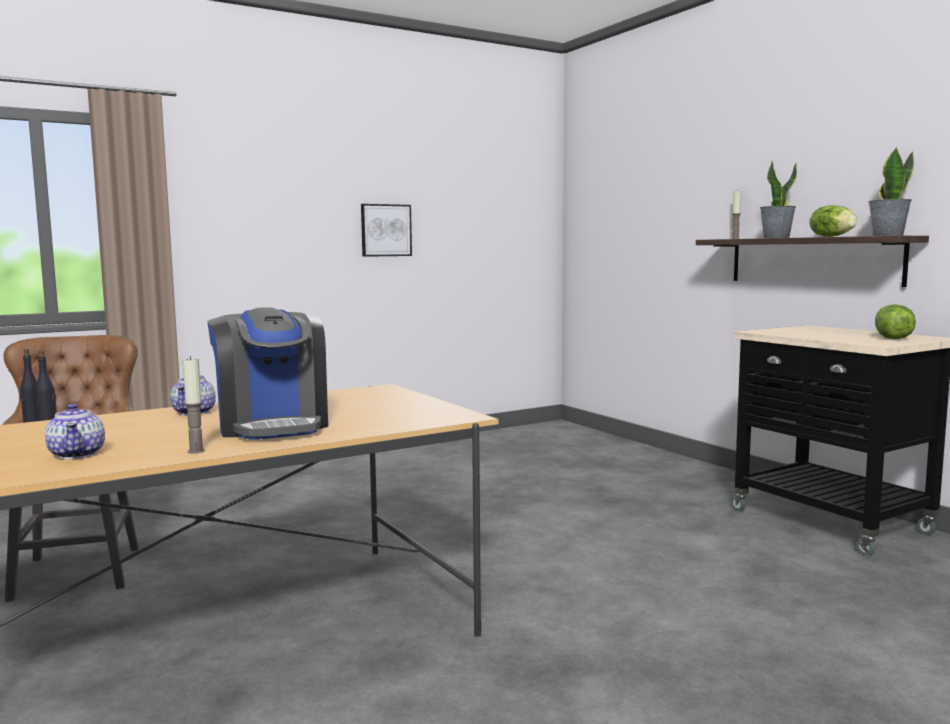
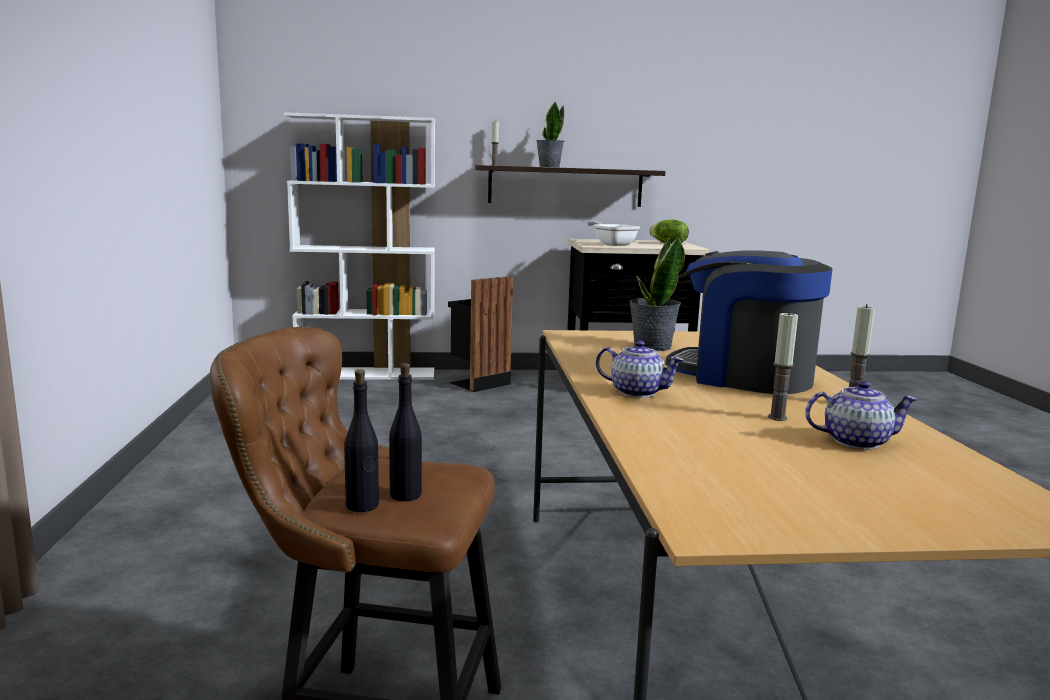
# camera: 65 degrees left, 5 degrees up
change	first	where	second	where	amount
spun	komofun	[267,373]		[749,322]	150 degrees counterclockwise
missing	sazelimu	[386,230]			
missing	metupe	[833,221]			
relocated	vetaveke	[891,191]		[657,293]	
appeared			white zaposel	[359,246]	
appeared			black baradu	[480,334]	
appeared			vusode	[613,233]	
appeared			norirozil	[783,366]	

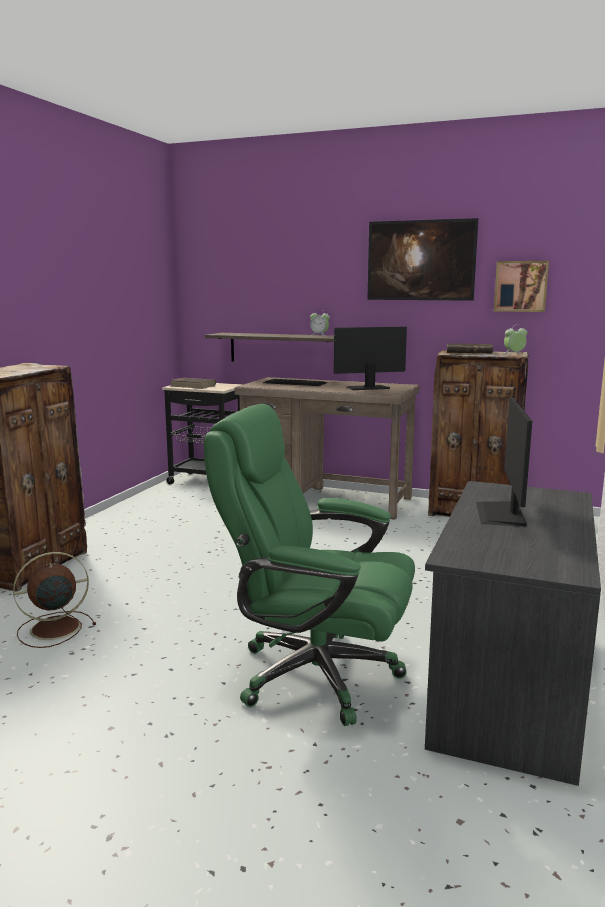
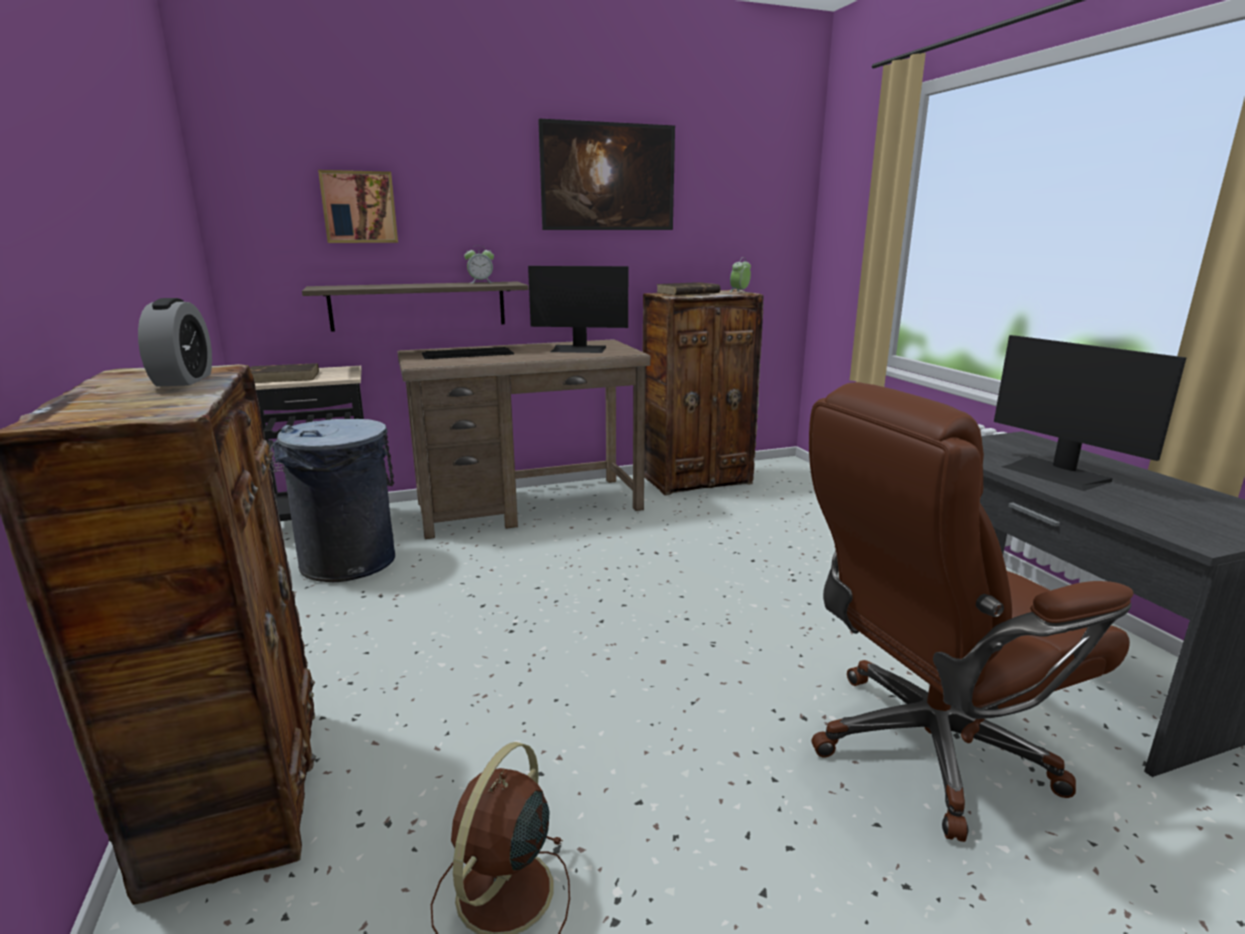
# camera: 40 degrees left, 5 degrees up
change	first	where	second	where	amount
colour	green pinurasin	[309,565]	brown pinurasin	[971,612]	
spun	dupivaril	[370,358]		[578,309]	120 degrees counterclockwise
relocated	sazelimu	[521,286]		[358,206]	
appeared			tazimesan	[175,342]	
appeared			grey baradu	[334,500]	

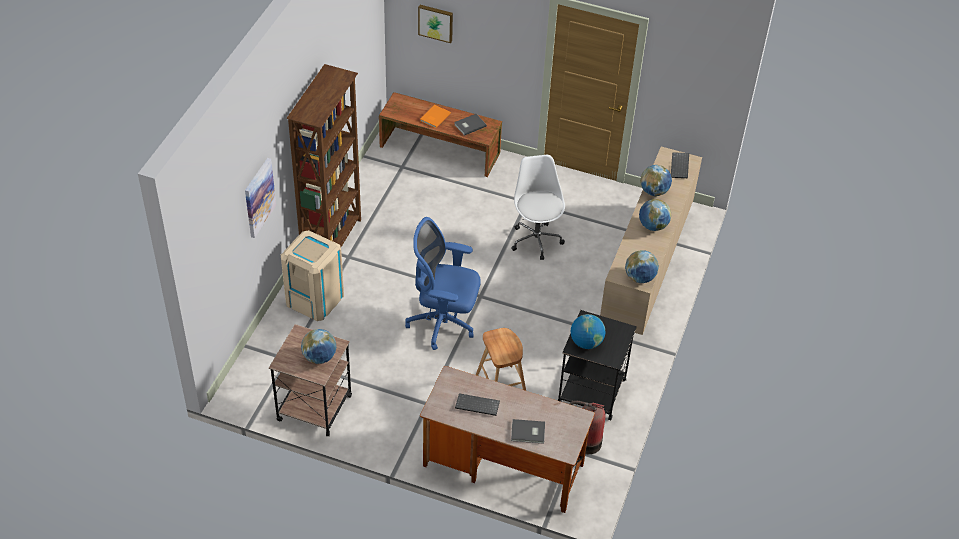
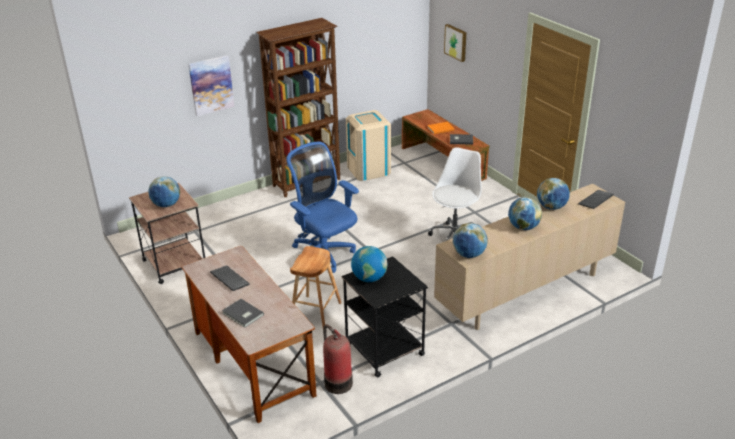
# camera: 40 degrees right, 15 degrees down
change	first	where	second	where	amount
relocated	beige baradu	[312,275]		[368,145]	

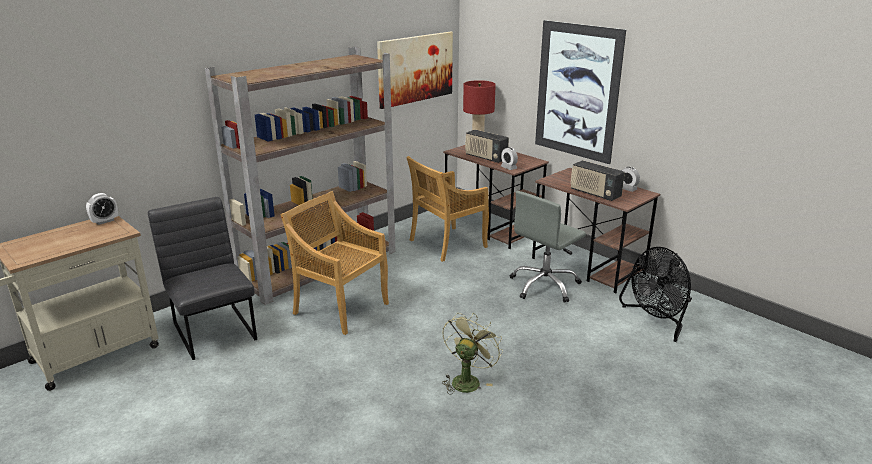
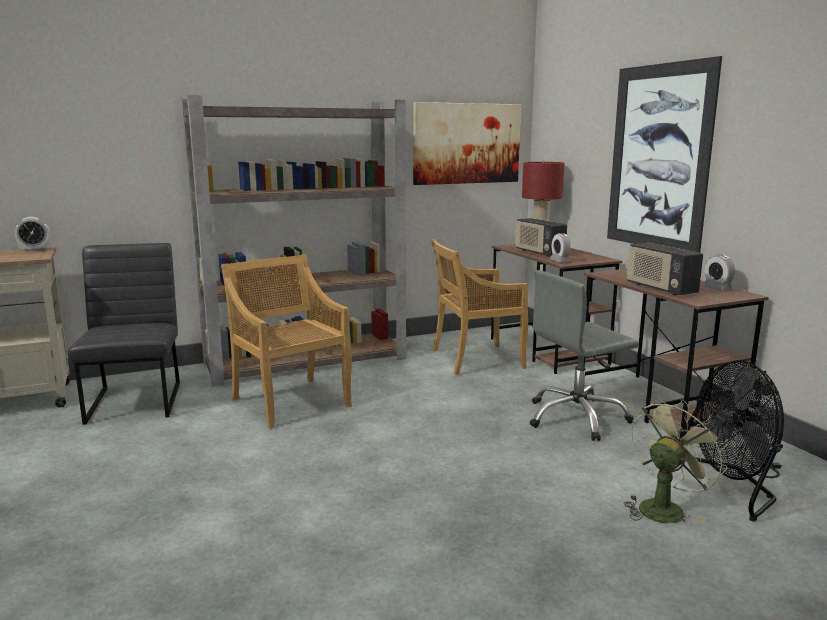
# camera: 20 degrees right, 10 degrees down
change	first	where	second	where	amount
relocated	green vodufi	[472,354]		[676,461]	

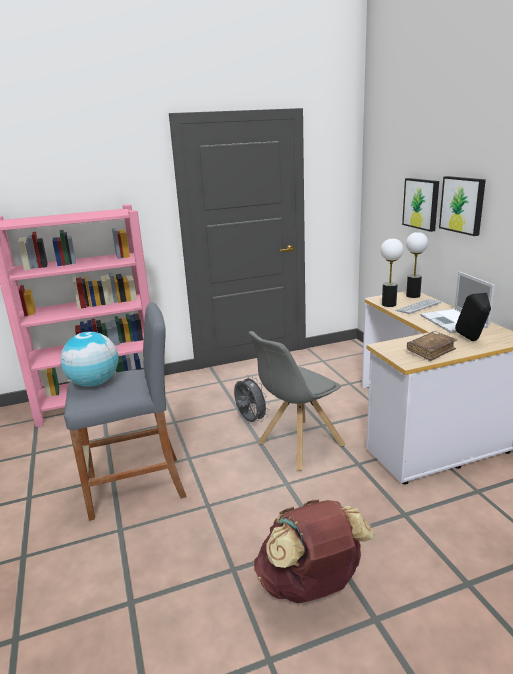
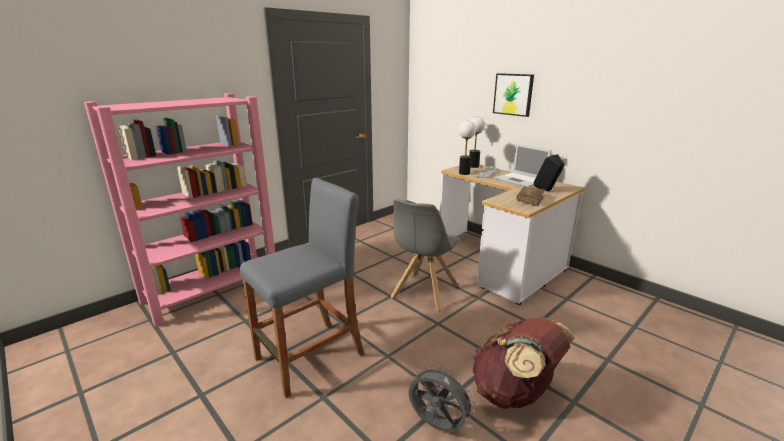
# camera: 25 degrees left, 0 degrees up
change	first	where	second	where	amount
missing	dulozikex	[89,359]			
relocated	grey vodufi	[252,398]		[442,398]	
missing	sazelimu	[420,205]			

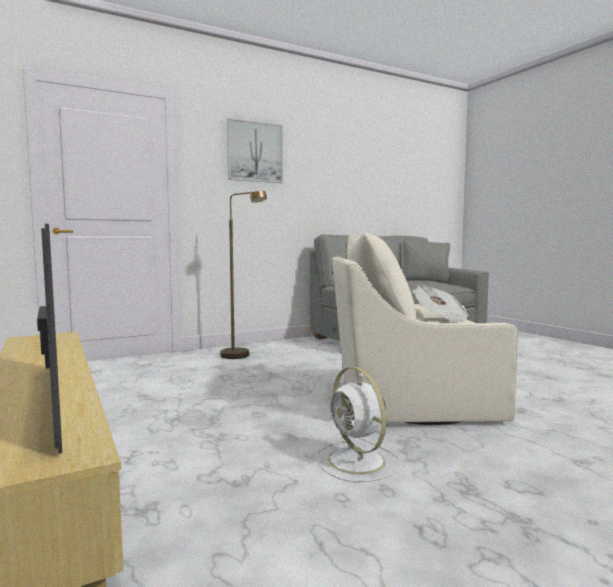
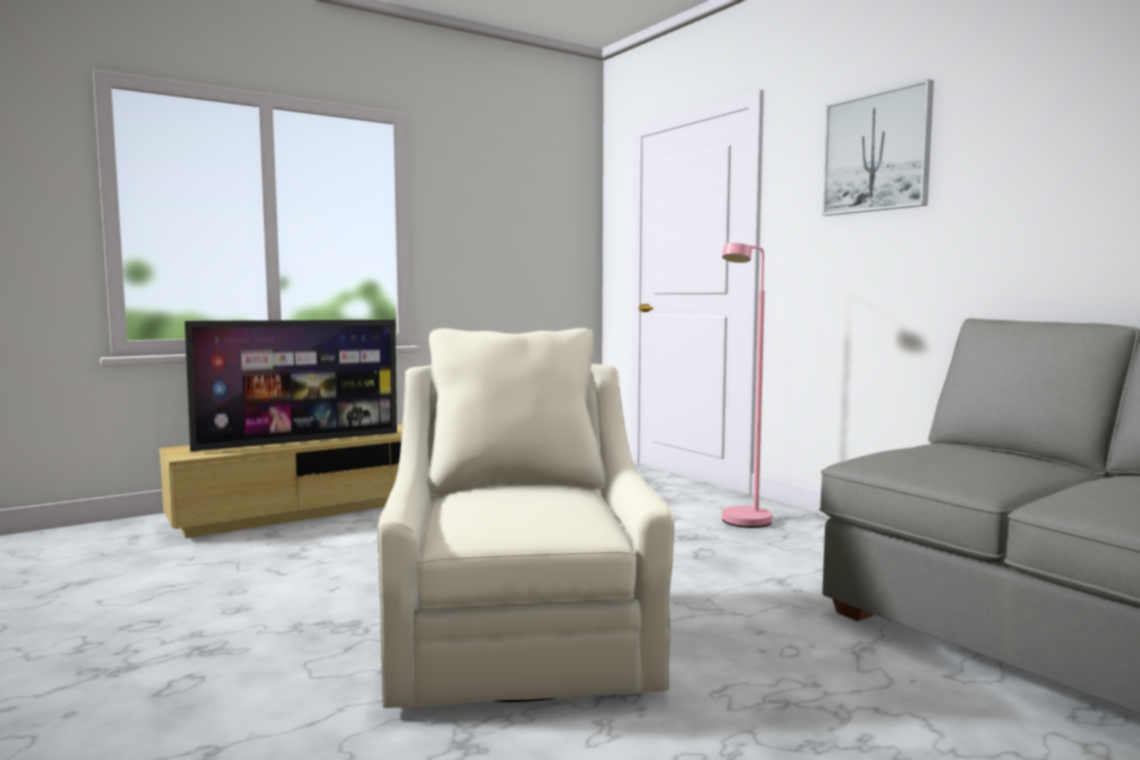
# camera: 85 degrees right, 0 degrees up
change	first	where	second	where	amount
colour	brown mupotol	[243,275]	pink mupotol	[747,385]	
missing	white vodufi	[359,424]			
missing	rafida	[441,303]			

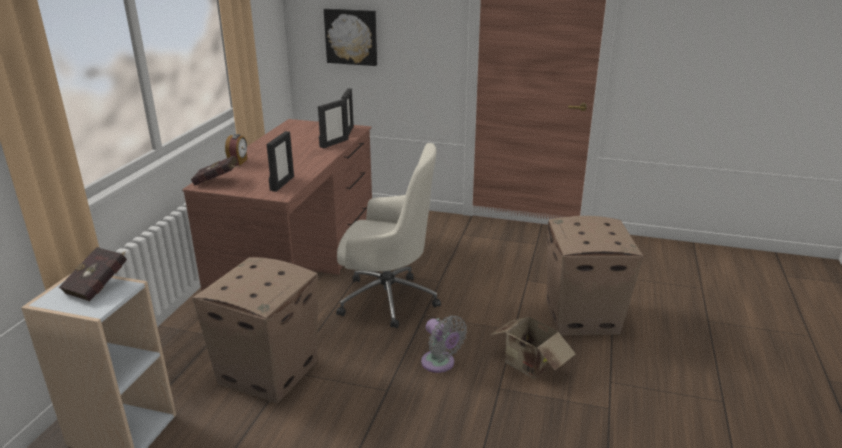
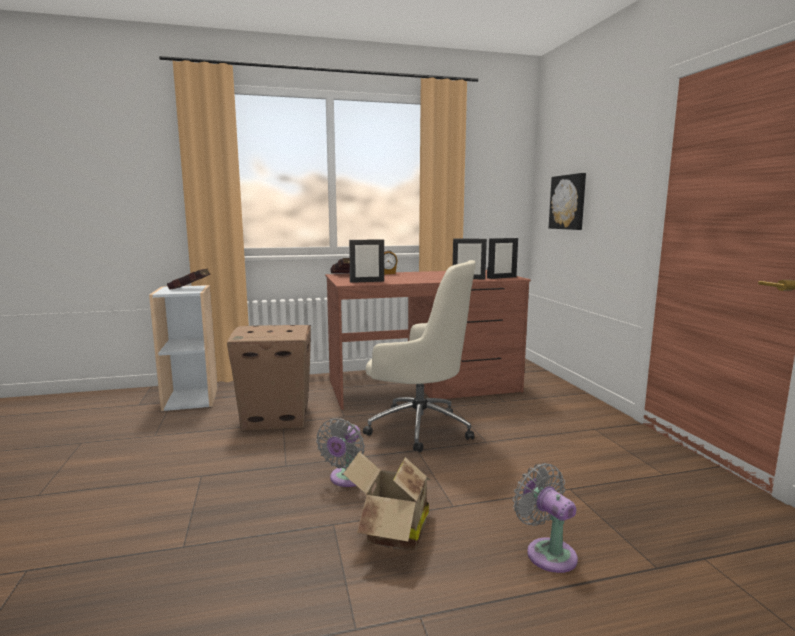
# camera: 60 degrees right, 15 degrees down
change	first	where	second	where	amount
spun	beige pinurasin	[388,235]		[419,356]	45 degrees counterclockwise
exchanged	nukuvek	[595,275]	grey vodufi	[545,518]	

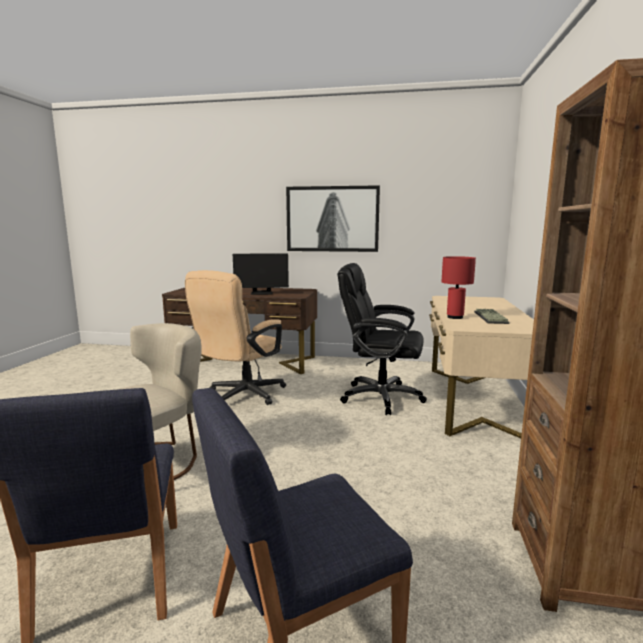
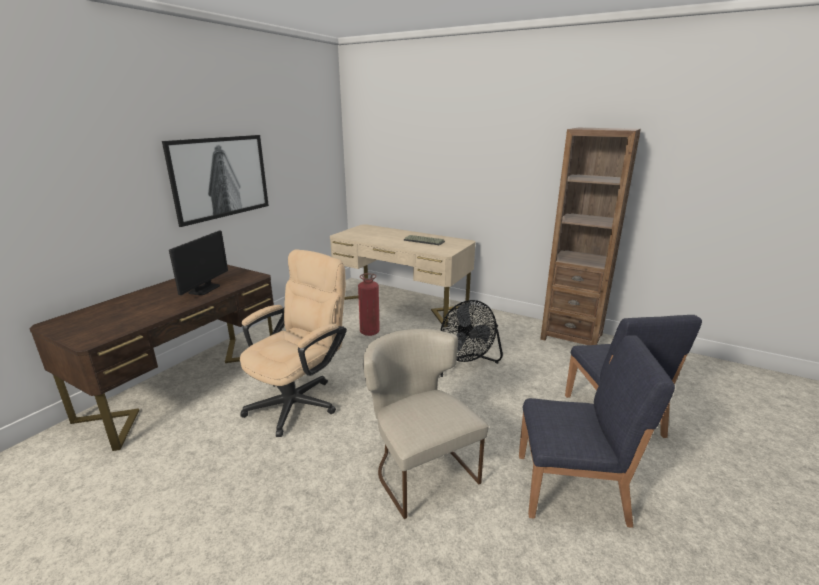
# camera: 70 degrees left, 10 degrees up
change	first	where	second	where	amount
spun	beige pinurasin	[235,337]		[293,343]	105 degrees counterclockwise
exchanged	black pinurasin	[382,339]	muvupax	[369,304]	
missing	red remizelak	[459,287]			
appeared			black vodufi	[471,338]	

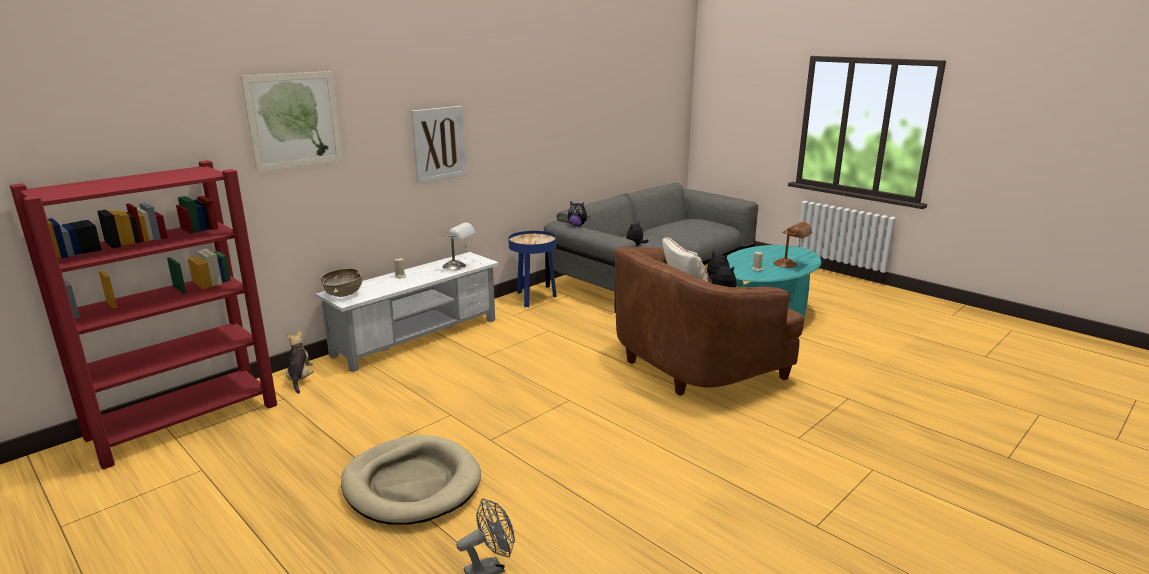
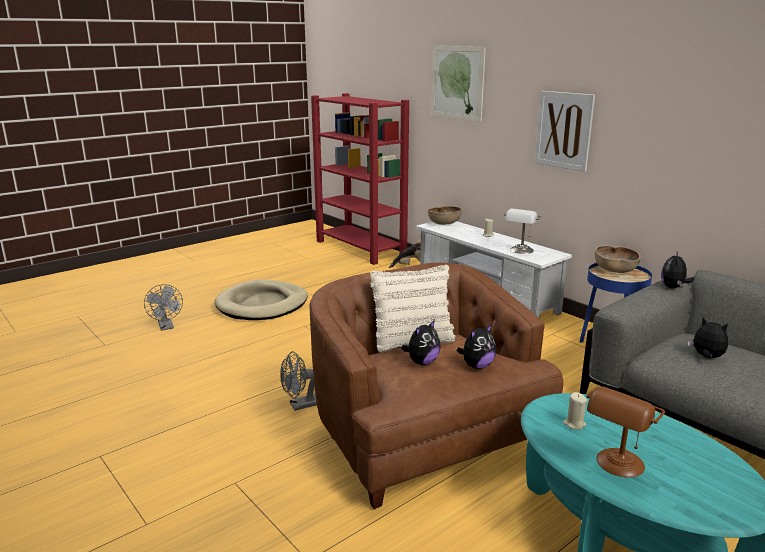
# camera: 95 degrees right, 0 degrees up
change	first	where	second	where	amount
appeared			grey vodufi	[298,381]	
appeared			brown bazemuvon	[618,259]	

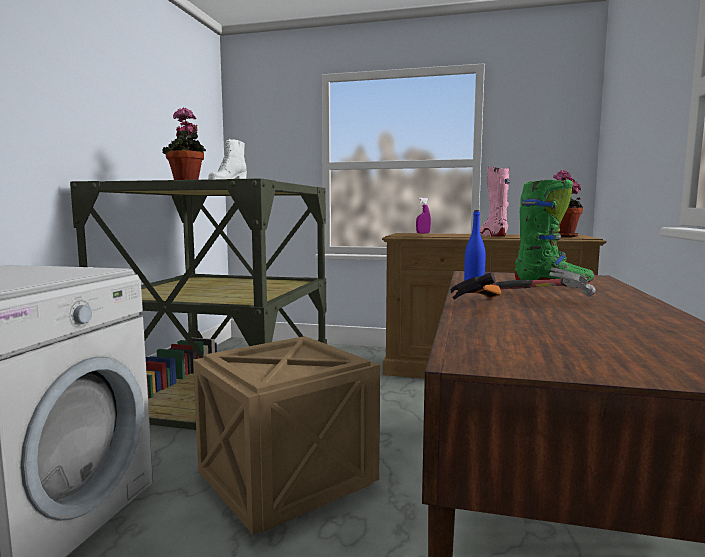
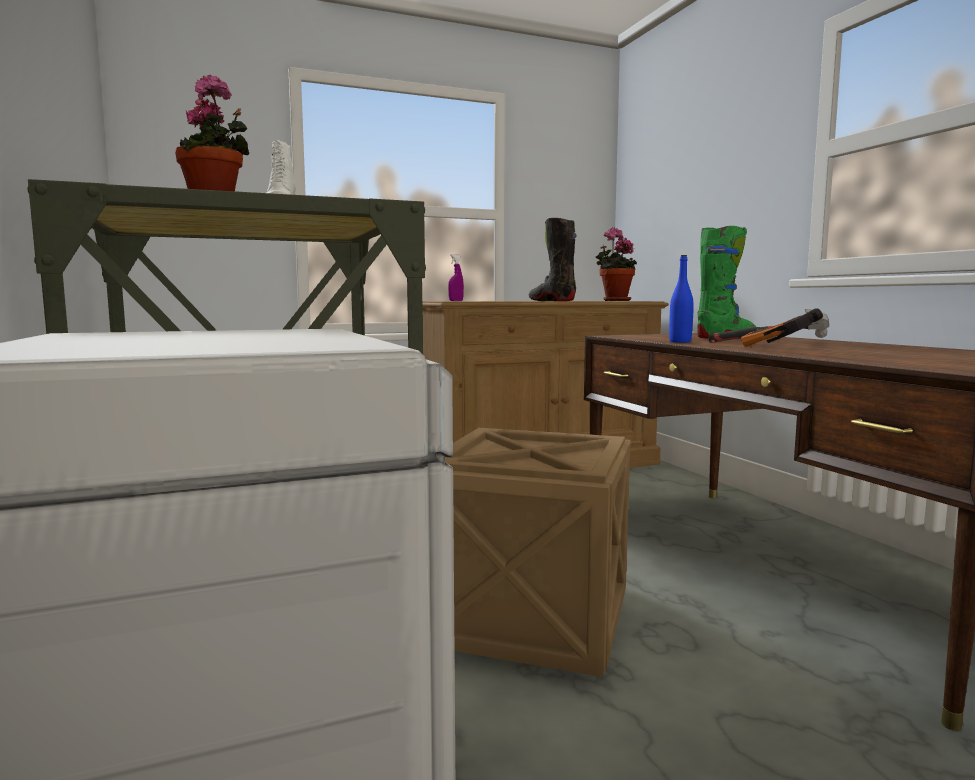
# camera: 35 degrees left, 0 degrees up
change	first	where	second	where	amount
colour	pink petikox	[495,202]	black petikox	[553,259]	

